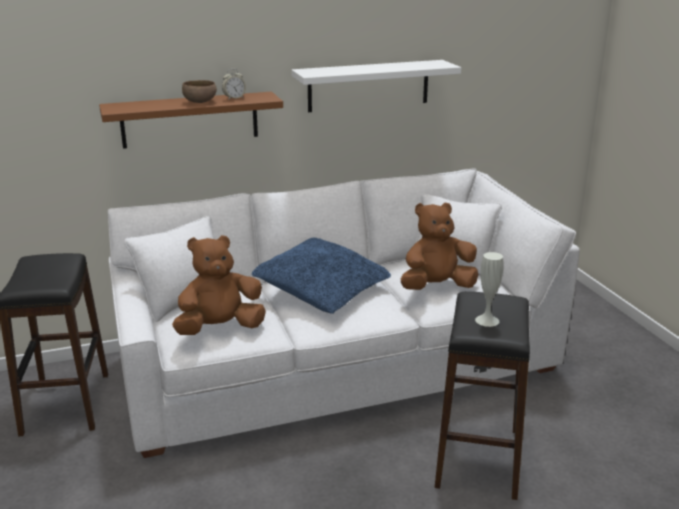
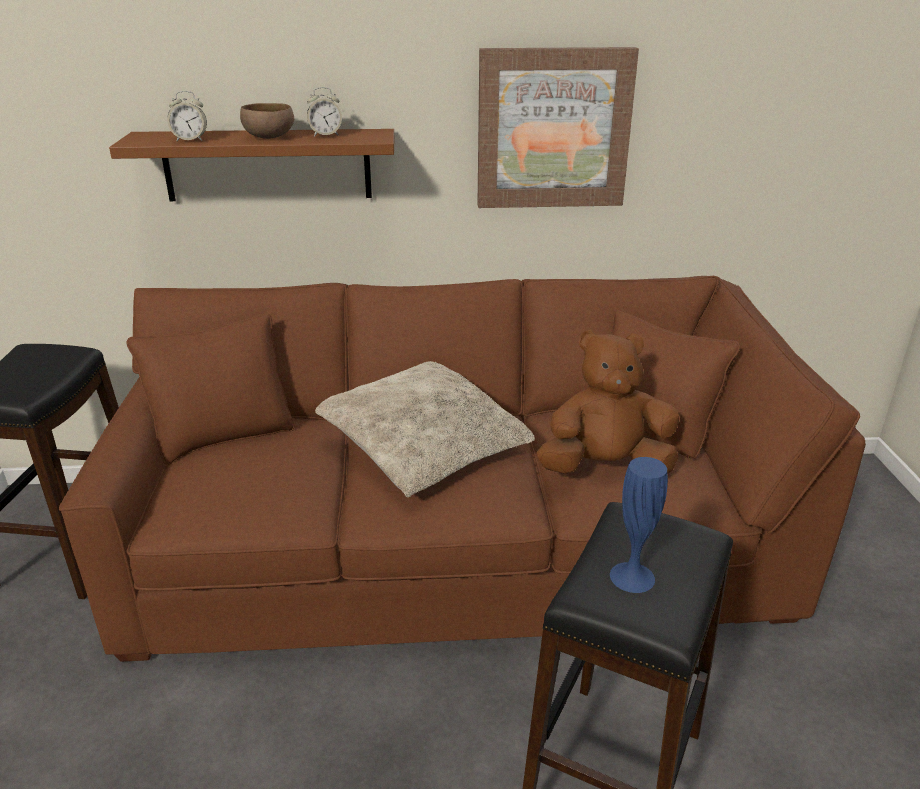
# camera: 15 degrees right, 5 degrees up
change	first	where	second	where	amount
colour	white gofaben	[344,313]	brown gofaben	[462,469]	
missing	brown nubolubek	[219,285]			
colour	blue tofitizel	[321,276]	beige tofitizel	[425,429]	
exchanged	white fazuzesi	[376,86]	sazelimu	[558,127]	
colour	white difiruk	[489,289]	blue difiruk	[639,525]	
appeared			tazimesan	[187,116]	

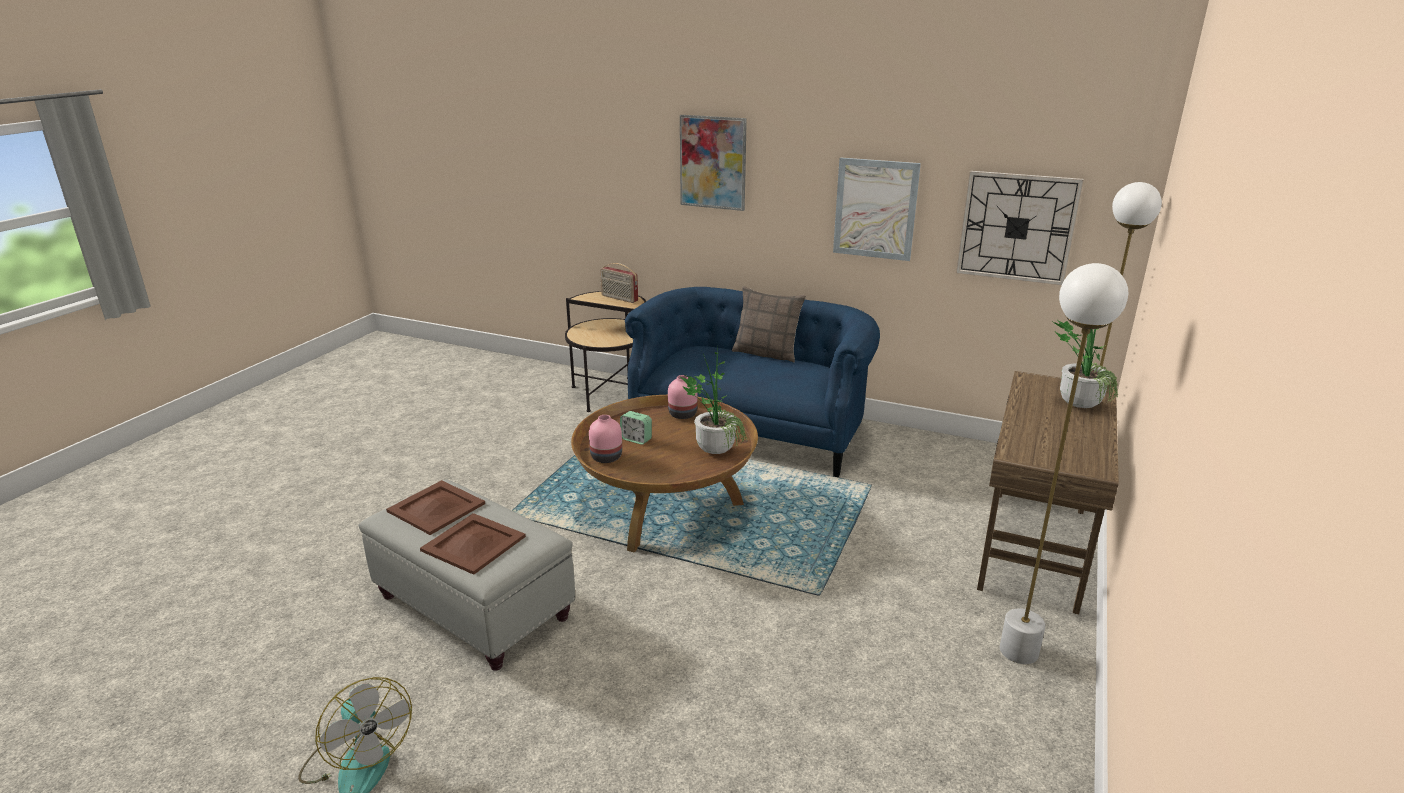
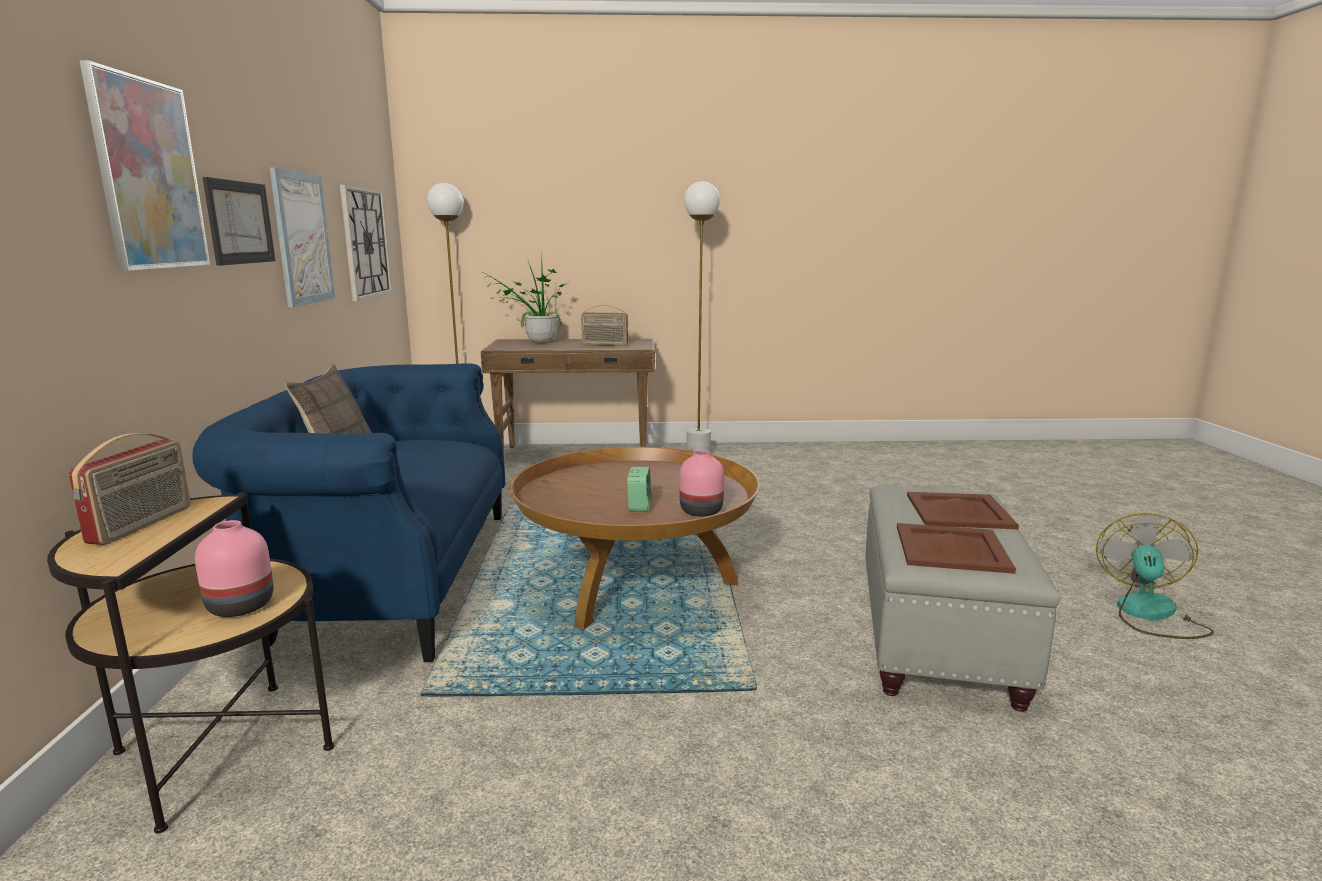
# camera: 115 degrees left, 10 degrees down
change	first	where	second	where	amount
relocated	pink difiruk	[683,397]		[234,568]	
missing	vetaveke	[713,402]			
appeared			sazelimu	[239,221]	
appeared			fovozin	[604,325]	

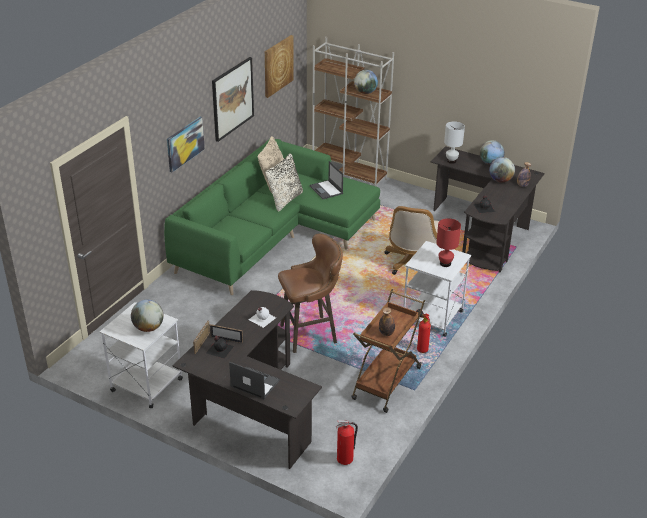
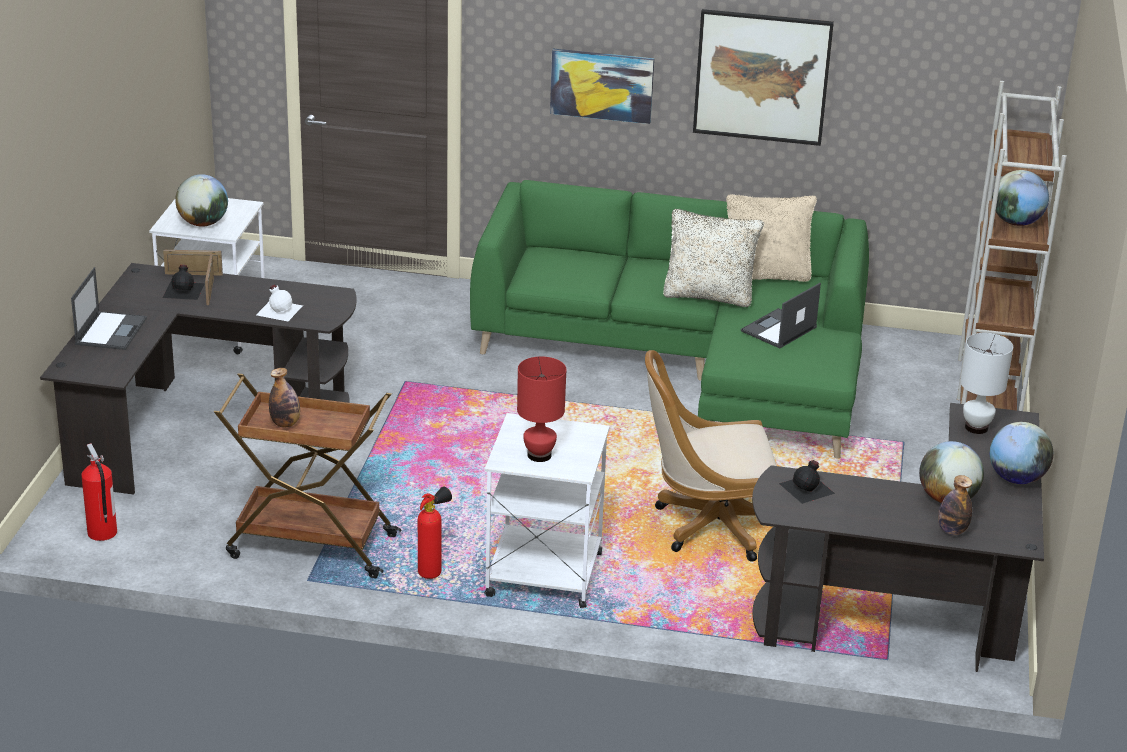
# camera: 70 degrees right, 5 degrees down
change	first	where	second	where	amount
missing	sazelimu	[279,66]			
missing	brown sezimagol	[310,293]			

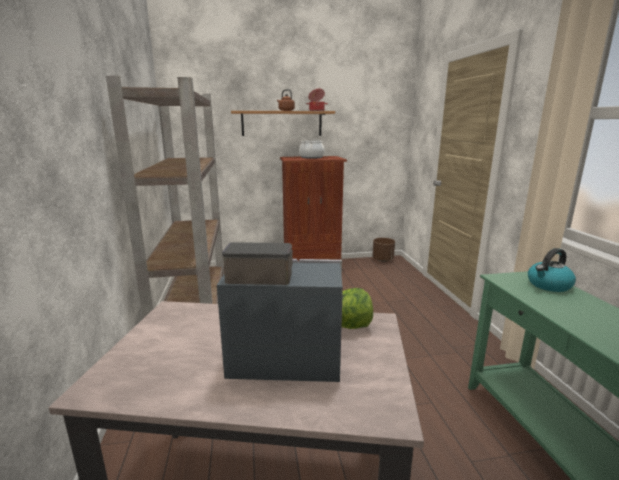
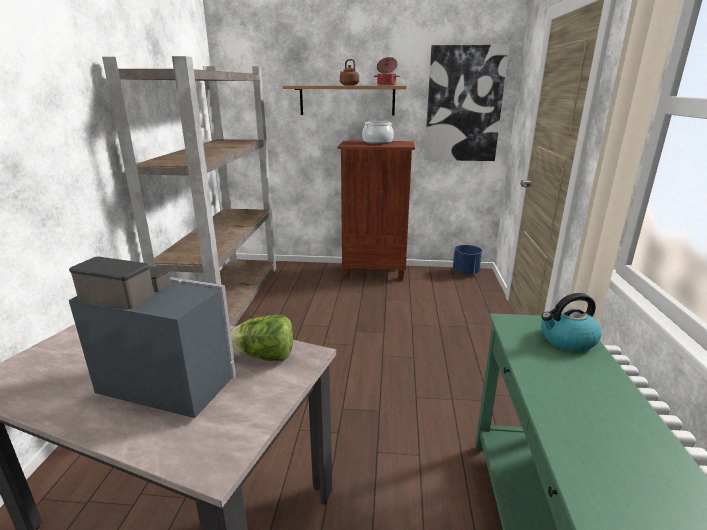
# camera: 15 degrees right, 5 degrees up
change	first	where	second	where	amount
colour	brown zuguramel	[383,250]	blue zuguramel	[467,260]	
appeared			sazelimu	[466,103]	

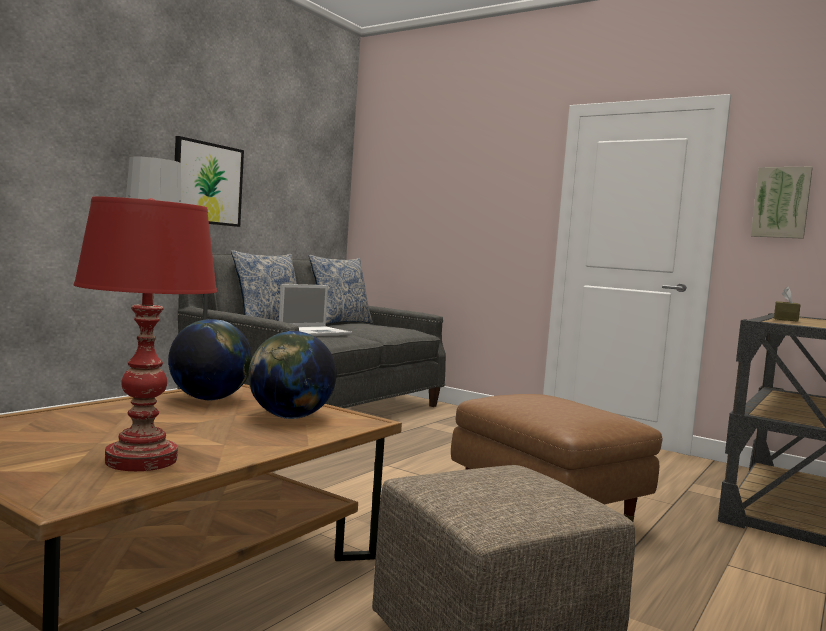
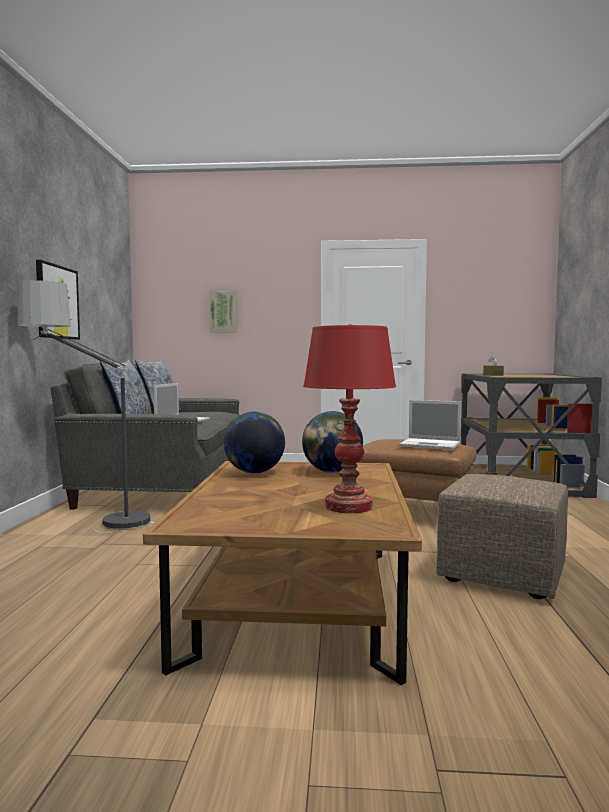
# camera: 30 degrees left, 0 degrees up
change	first	where	second	where	amount
relocated	sazelimu	[782,203]		[223,311]	
appeared			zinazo	[430,425]	

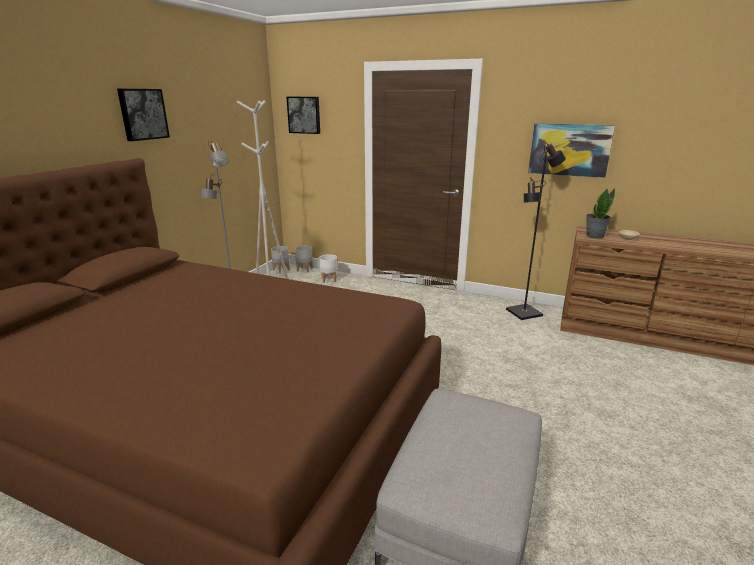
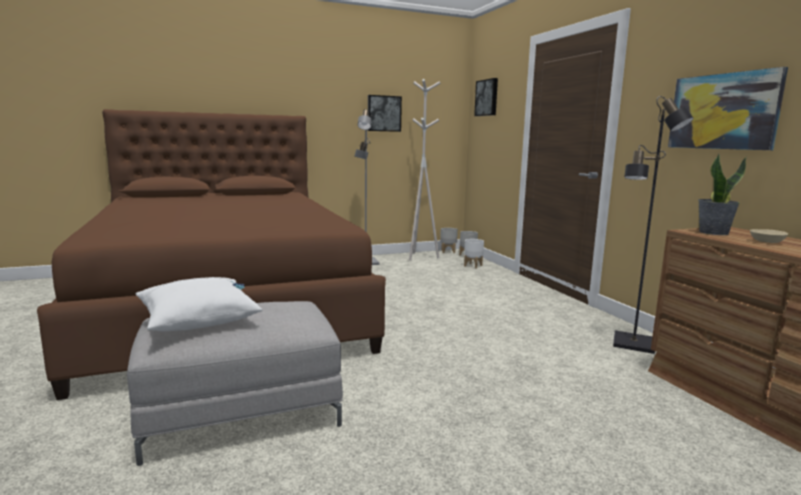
# camera: 45 degrees right, 10 degrees down
change	first	where	second	where	amount
relocated	sazelimu	[143,115]		[385,113]	
appeared			white tofitizel	[199,304]	

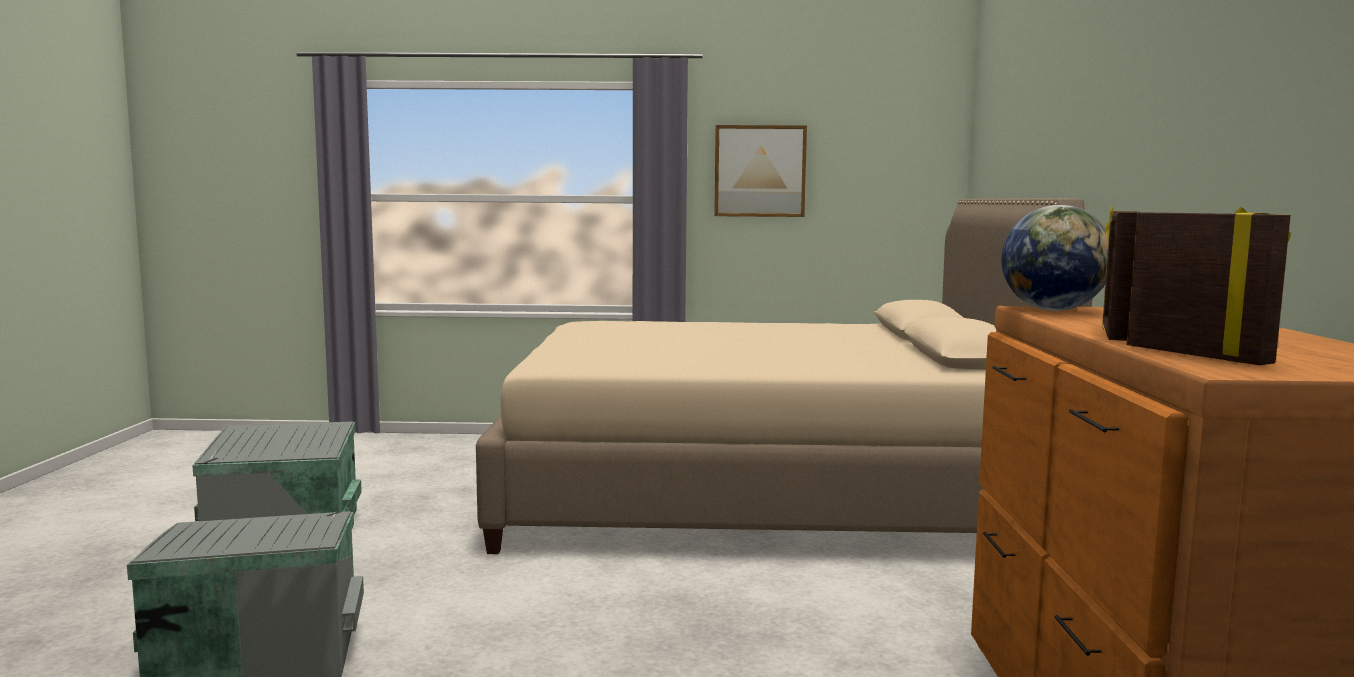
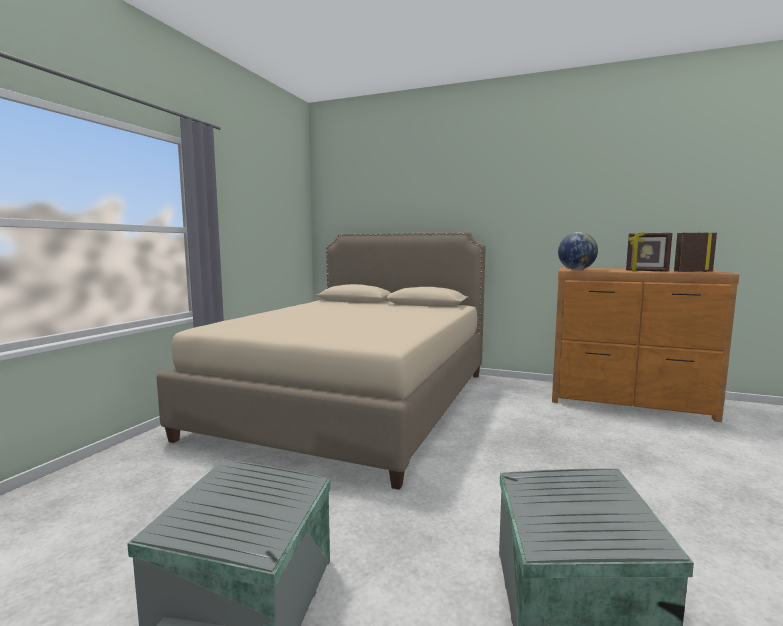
# camera: 70 degrees left, 0 degrees up
change	first	where	second	where	amount
missing	sazelimu	[760,171]			

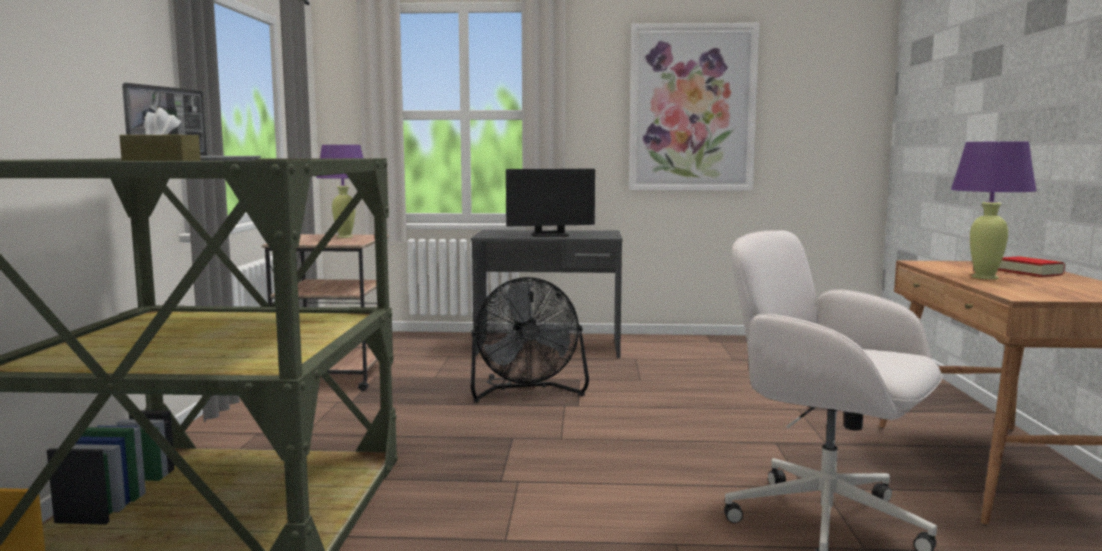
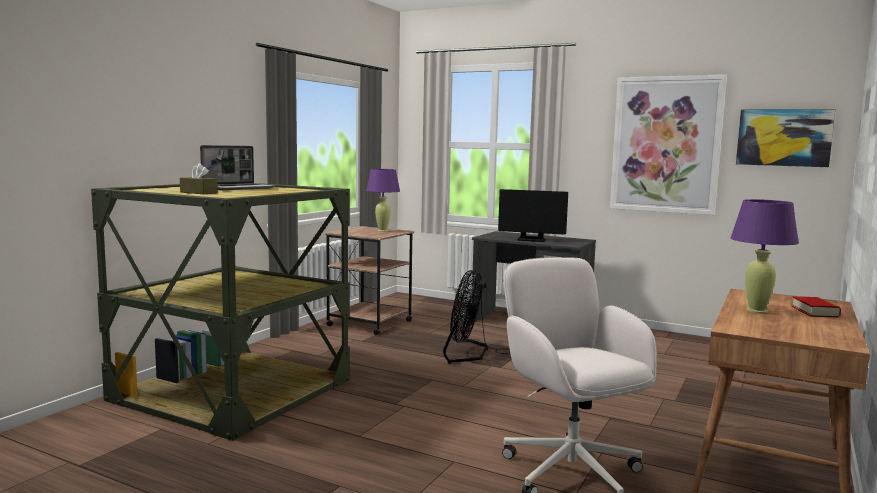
# camera: 25 degrees right, 0 degrees up
change	first	where	second	where	amount
spun	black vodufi	[530,340]		[476,317]	90 degrees clockwise
appeared			sazelimu	[785,138]	

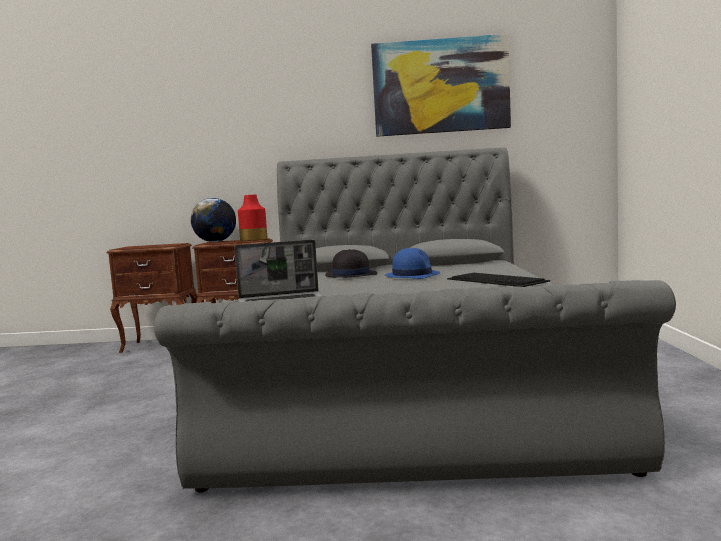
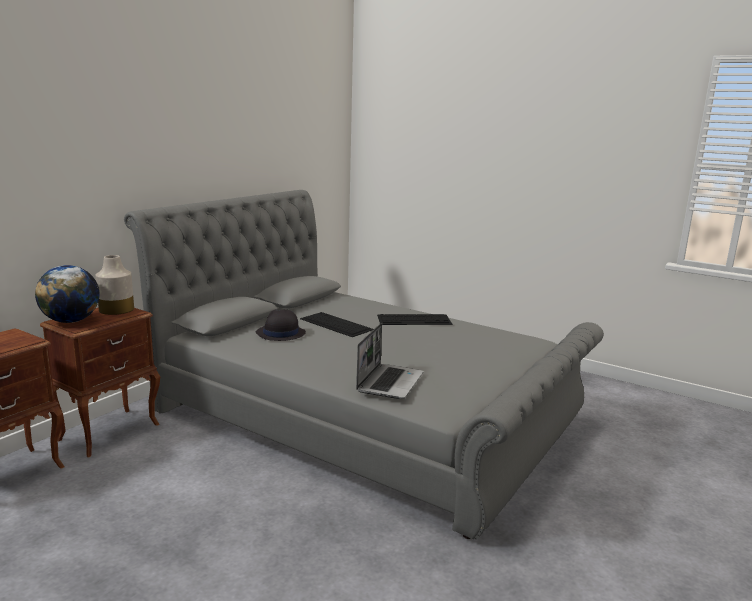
# camera: 60 degrees left, 10 degrees up
change	first	where	second	where	amount
colour	red difiruk	[253,218]	beige difiruk	[114,285]	
missing	sazelimu	[441,85]			
exchanged	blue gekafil	[412,263]	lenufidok	[337,324]	

